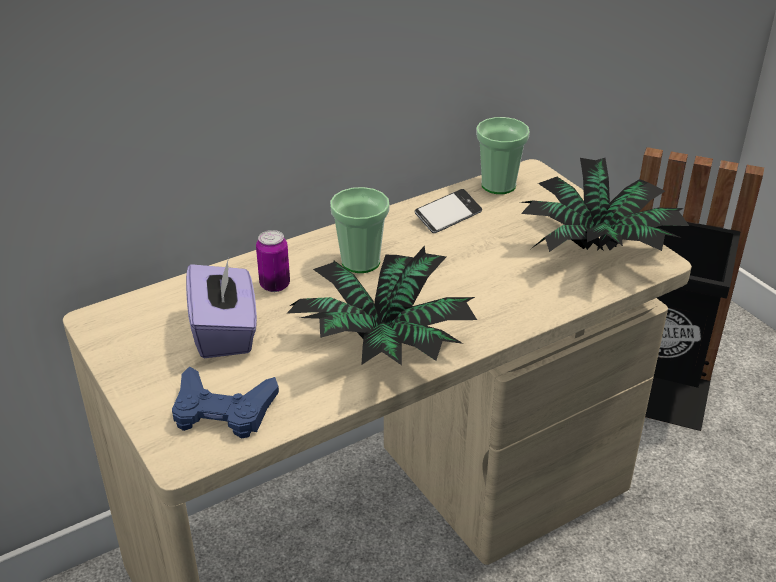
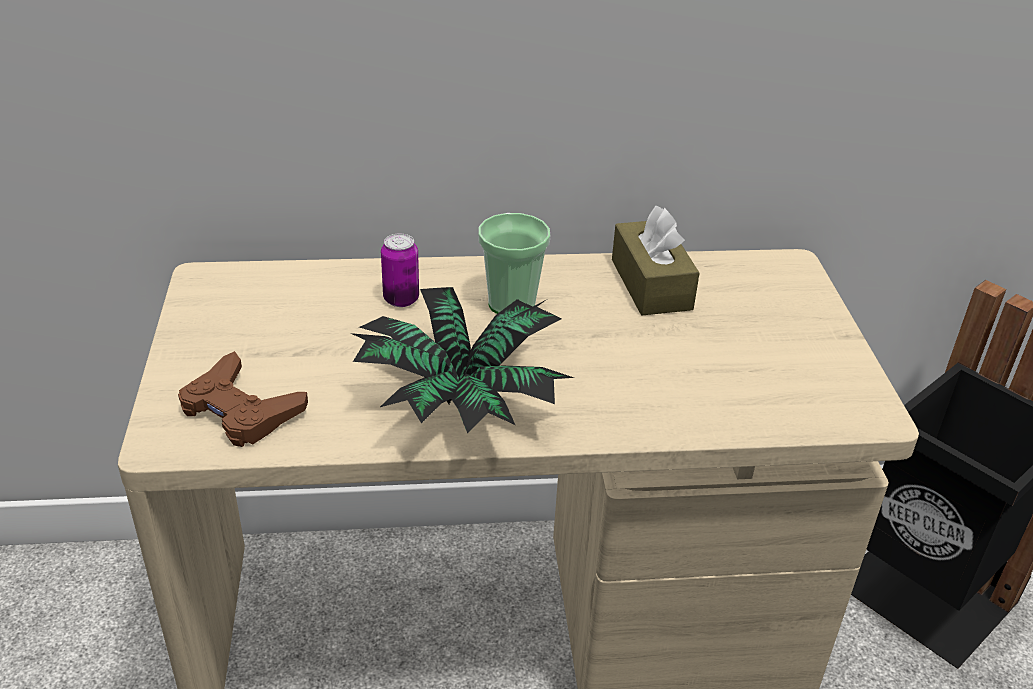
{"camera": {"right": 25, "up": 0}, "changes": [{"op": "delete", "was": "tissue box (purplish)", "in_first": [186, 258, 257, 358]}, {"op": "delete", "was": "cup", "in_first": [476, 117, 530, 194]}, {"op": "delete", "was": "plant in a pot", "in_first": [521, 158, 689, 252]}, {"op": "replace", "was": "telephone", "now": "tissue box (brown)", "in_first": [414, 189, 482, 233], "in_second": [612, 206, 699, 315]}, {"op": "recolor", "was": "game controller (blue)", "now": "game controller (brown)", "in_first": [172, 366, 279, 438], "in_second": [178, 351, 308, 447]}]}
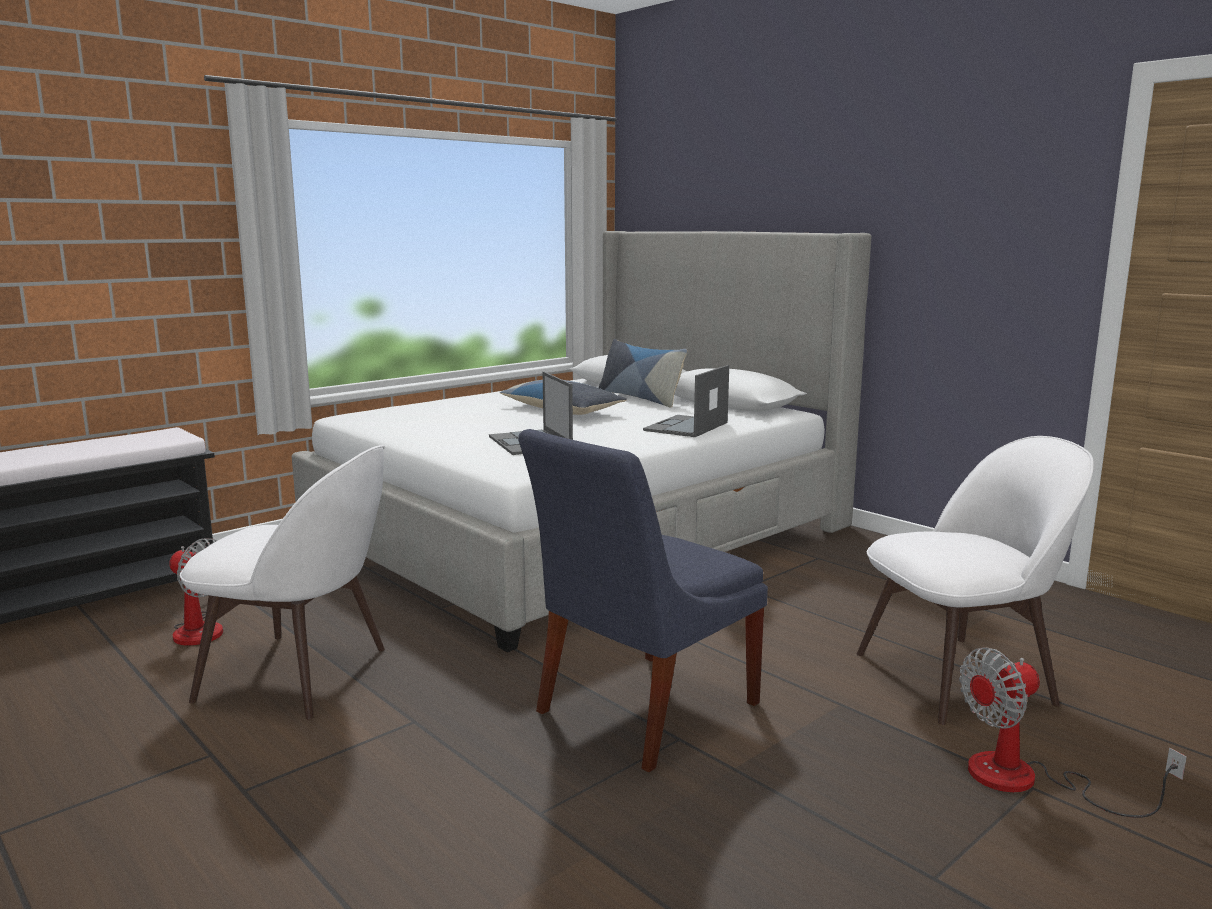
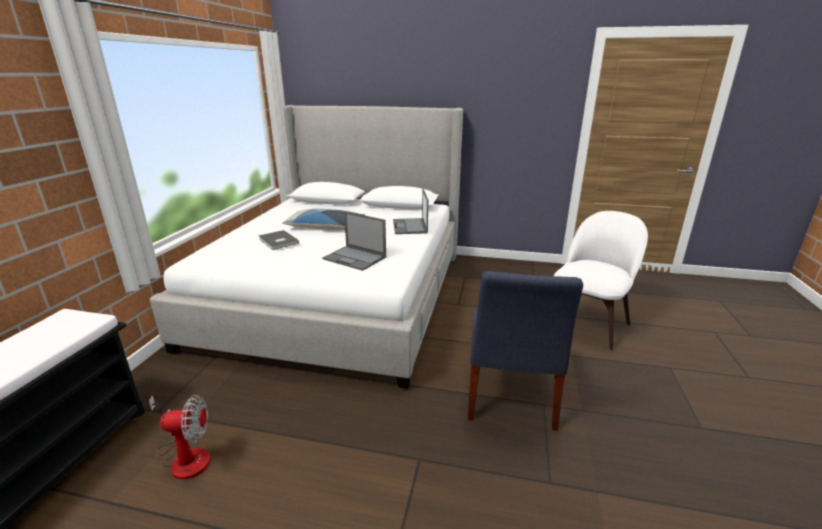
{"camera": {"right": -35, "up": 10}, "changes": [{"op": "delete", "was": "plain chair (whitish)", "in_first": [180, 445, 385, 719]}, {"op": "delete", "was": "pillow", "in_first": [598, 339, 687, 408]}, {"op": "delete", "was": "fan", "in_first": [959, 647, 1187, 818]}, {"op": "insert", "now": "bound book (grey)", "in_second": [258, 230, 299, 250]}]}
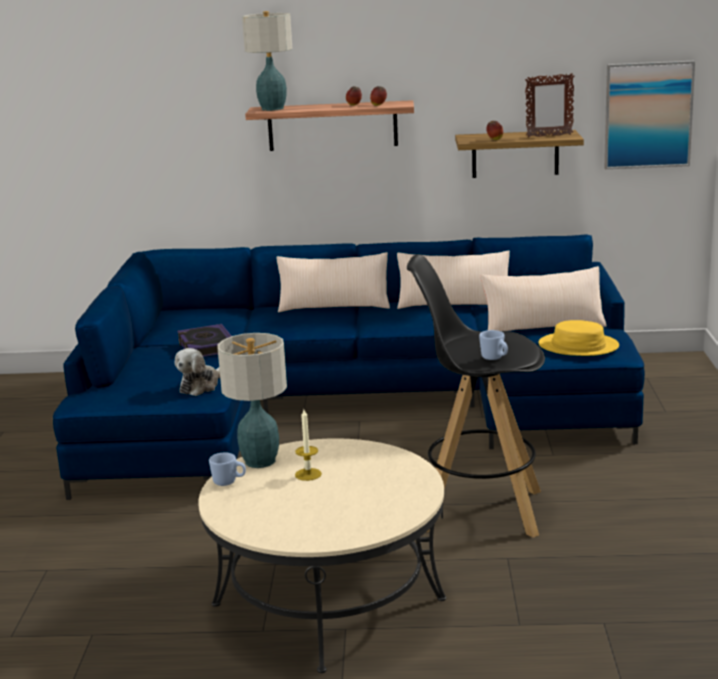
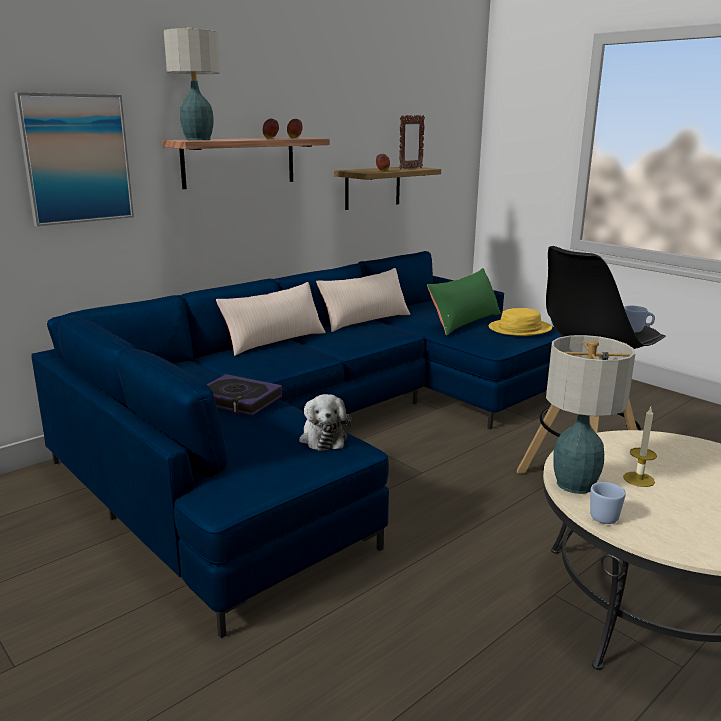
{"camera": {"right": -45, "up": 0}, "changes": [{"op": "move", "was": "wall art", "in_first": [604, 61, 695, 169], "in_second": [14, 92, 134, 226]}, {"op": "recolor", "was": "pillow (beige-coloured)", "now": "pillow (greenish)", "in_first": [481, 266, 607, 331], "in_second": [427, 268, 501, 336]}]}
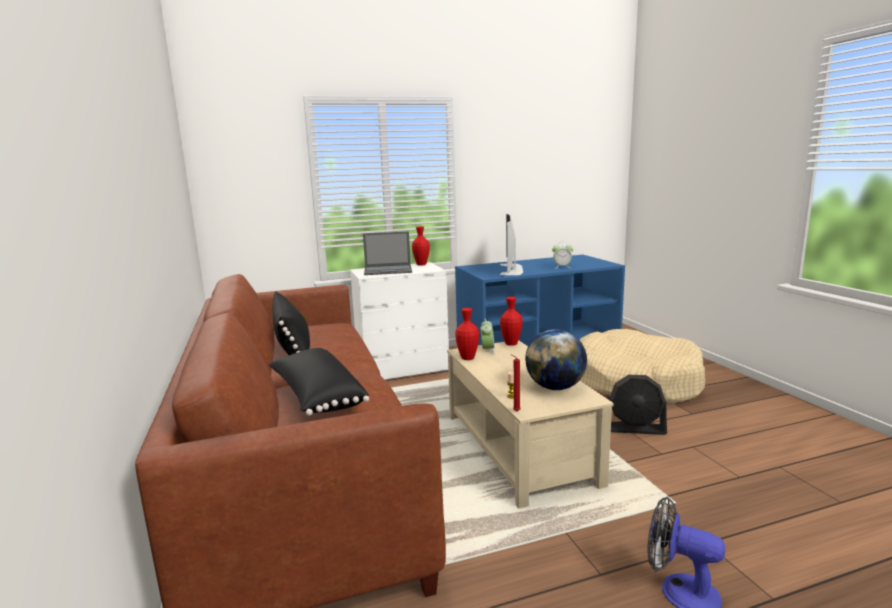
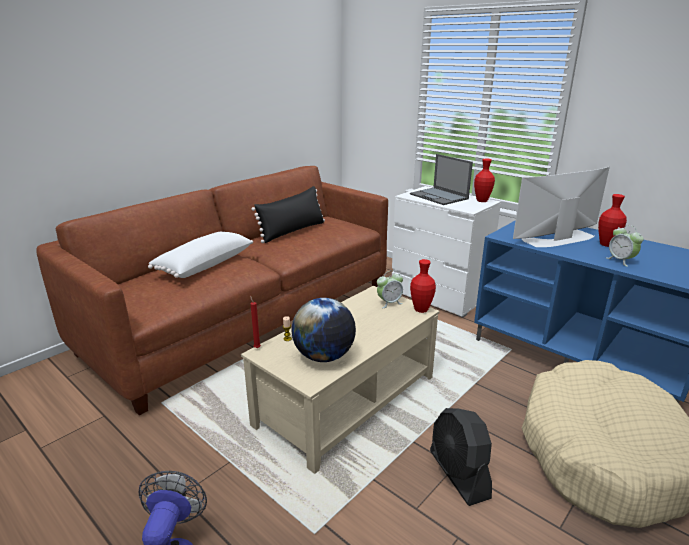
{"camera": {"right": 60, "up": 10}, "changes": [{"op": "move", "was": "decorative vase (red-coloured)", "in_first": [455, 308, 479, 360], "in_second": [598, 194, 627, 247]}, {"op": "recolor", "was": "pillow (black)", "now": "pillow (whitish)", "in_first": [268, 348, 369, 416], "in_second": [148, 231, 253, 278]}]}
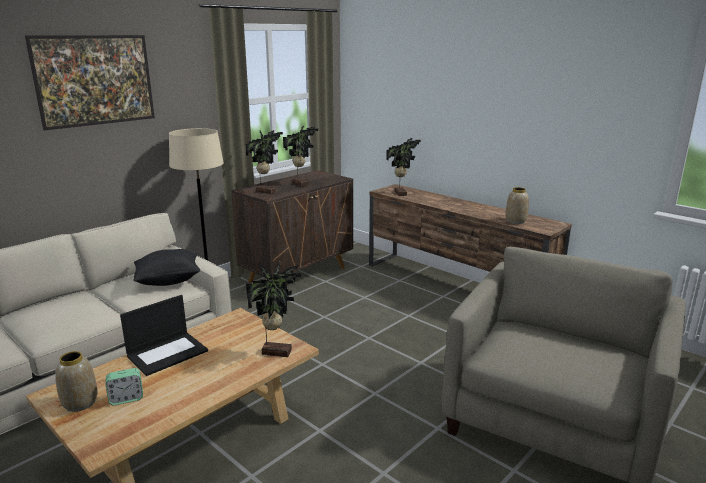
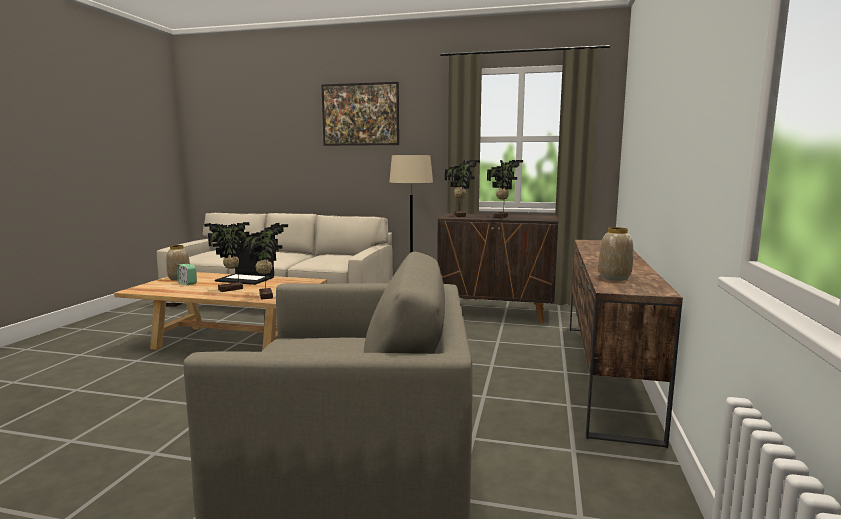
{"camera": {"right": 60, "up": -10}, "changes": [{"op": "delete", "was": "pillow (black)", "in_first": [133, 249, 200, 286]}, {"op": "move", "was": "plant in a pot", "in_first": [386, 138, 421, 196], "in_second": [204, 222, 249, 292]}]}
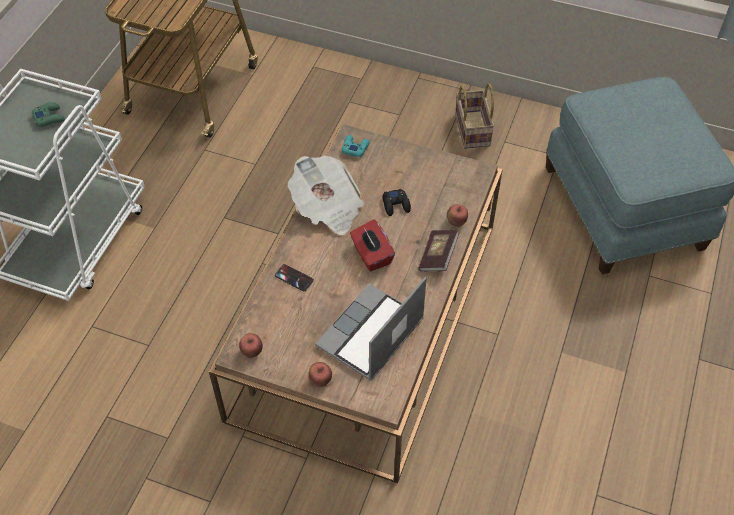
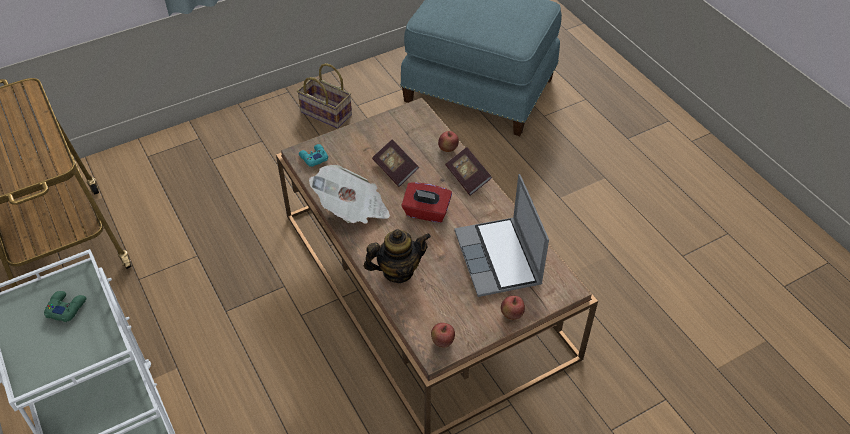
{"camera": {"right": -50, "up": -5}, "changes": [{"op": "replace", "was": "telephone", "now": "teapot", "in_first": [275, 264, 314, 291], "in_second": [364, 229, 431, 283]}, {"op": "replace", "was": "game controller (black)", "now": "bound book", "in_first": [382, 189, 411, 216], "in_second": [372, 140, 419, 187]}]}
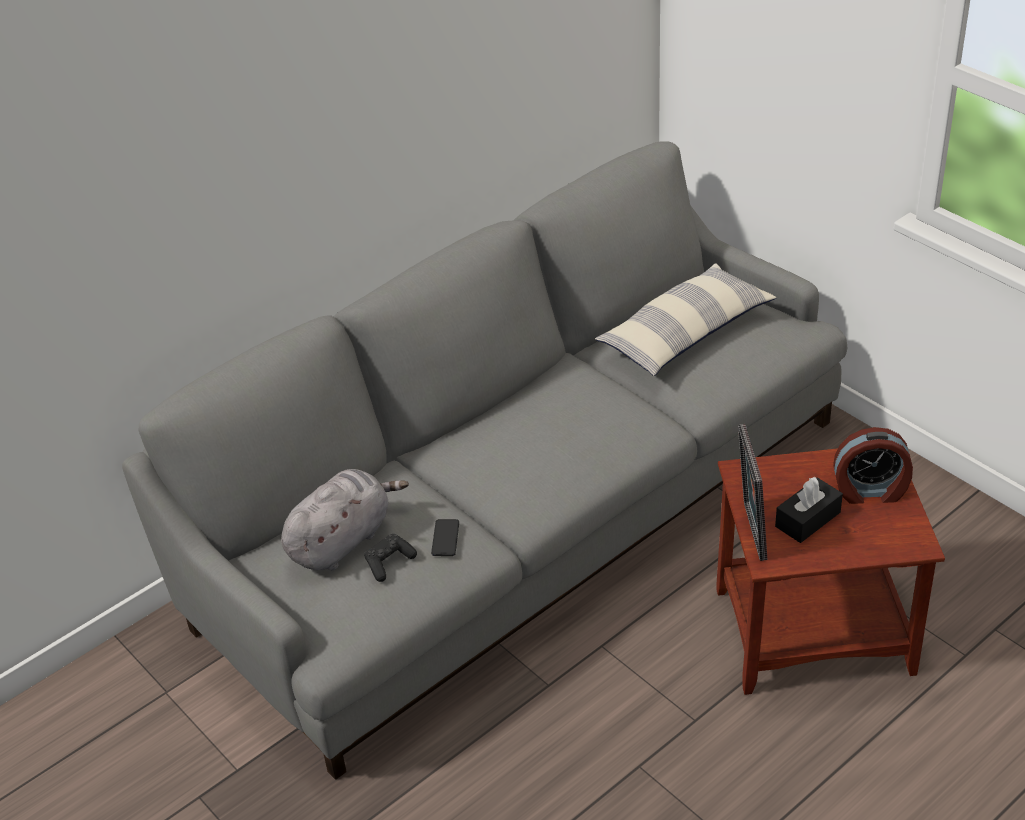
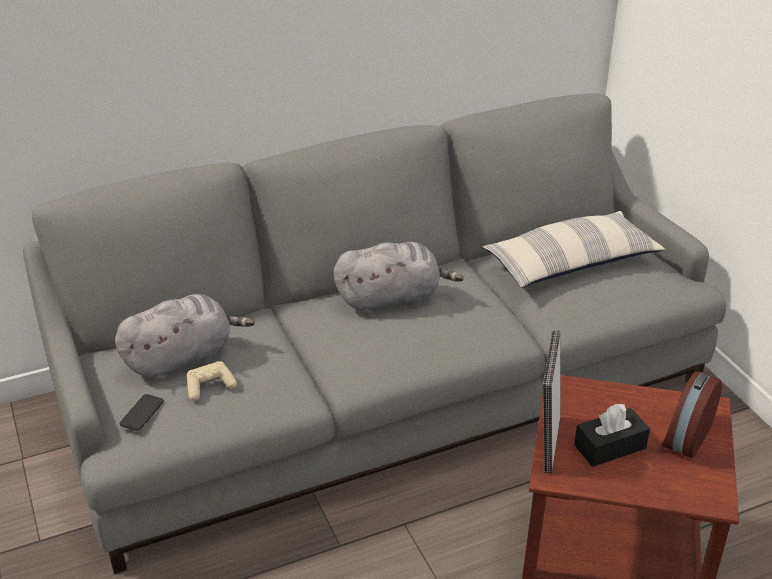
{"camera": {"right": 15, "up": -5}, "changes": [{"op": "insert", "now": "cuddly toy (grey)", "in_second": [333, 242, 464, 315]}, {"op": "move", "was": "telephone", "in_first": [431, 519, 459, 556], "in_second": [120, 394, 164, 431]}, {"op": "recolor", "was": "game controller (black)", "now": "game controller (beige-coloured)", "in_first": [364, 534, 417, 582], "in_second": [187, 361, 237, 401]}, {"op": "rotate", "was": "alarm clock", "in_first": [833, 427, 913, 504], "in_second": [661, 371, 722, 458], "clockwise": 105}]}
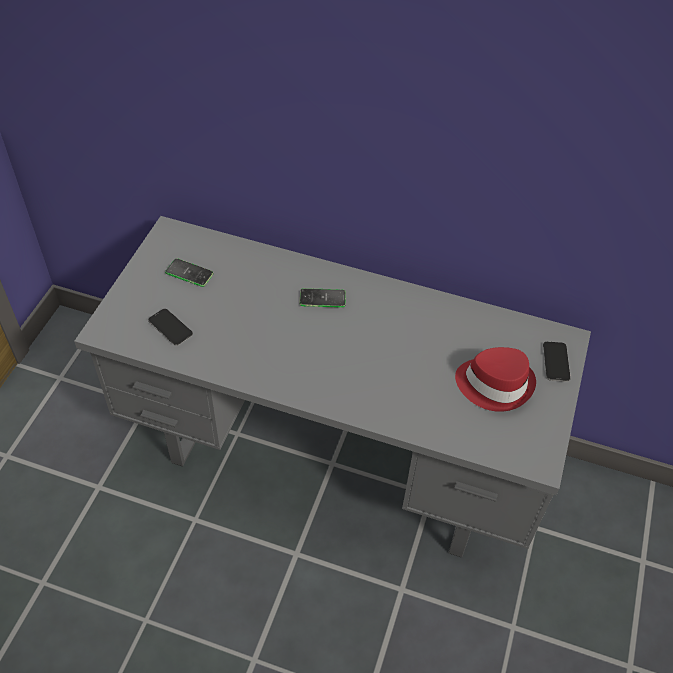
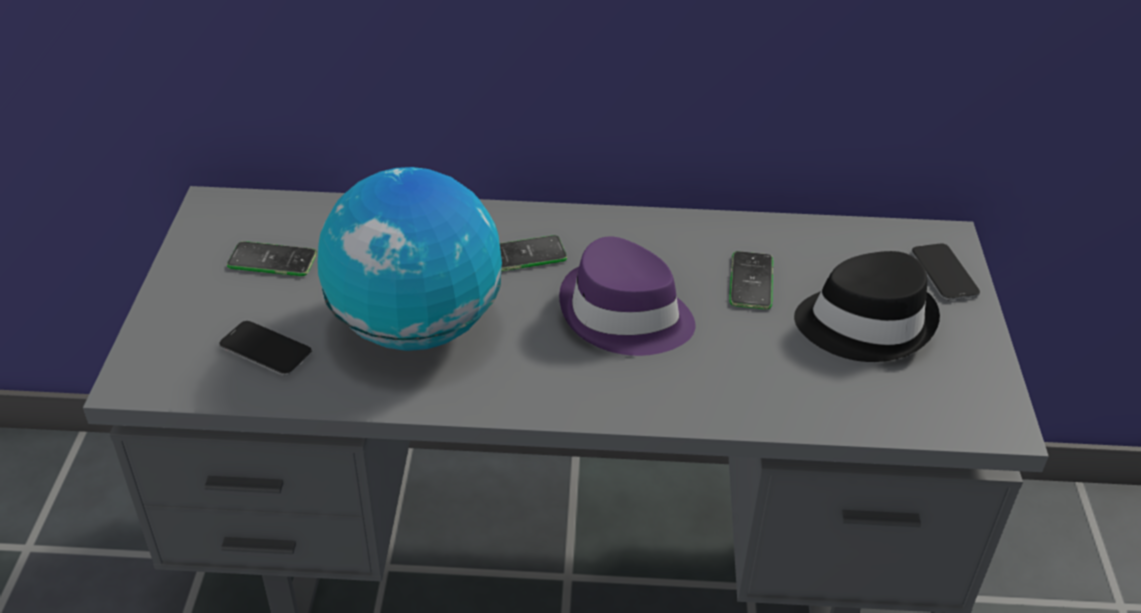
{"camera": {"right": -15, "up": -10}, "changes": [{"op": "insert", "now": "desk globe", "in_second": [318, 167, 502, 351]}, {"op": "insert", "now": "hat (purplish)", "in_second": [559, 237, 695, 356]}, {"op": "insert", "now": "telephone", "in_second": [729, 251, 773, 309]}, {"op": "recolor", "was": "hat (red-coloured)", "now": "hat (black)", "in_first": [455, 347, 536, 412], "in_second": [794, 251, 940, 362]}]}
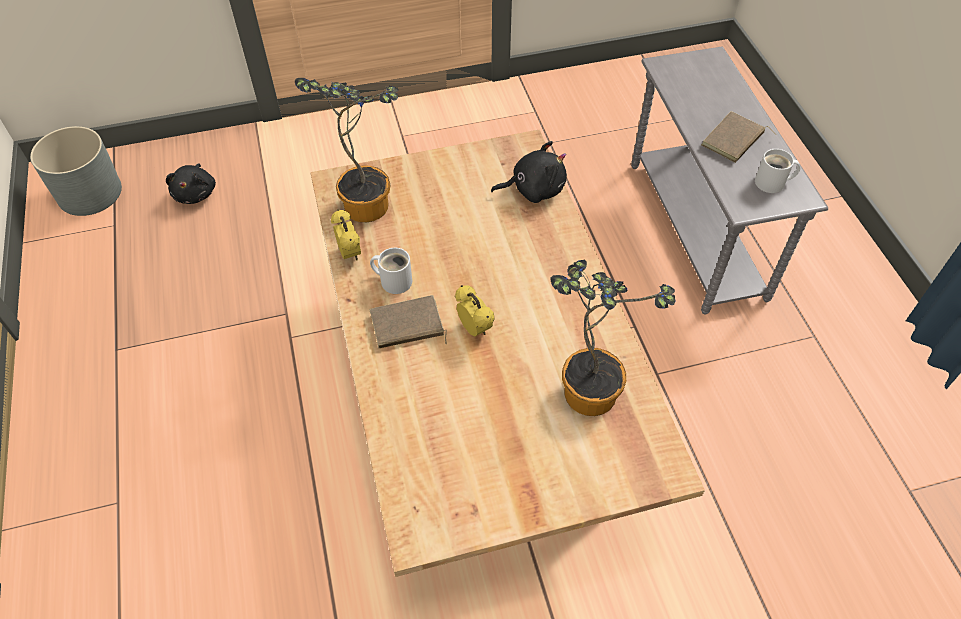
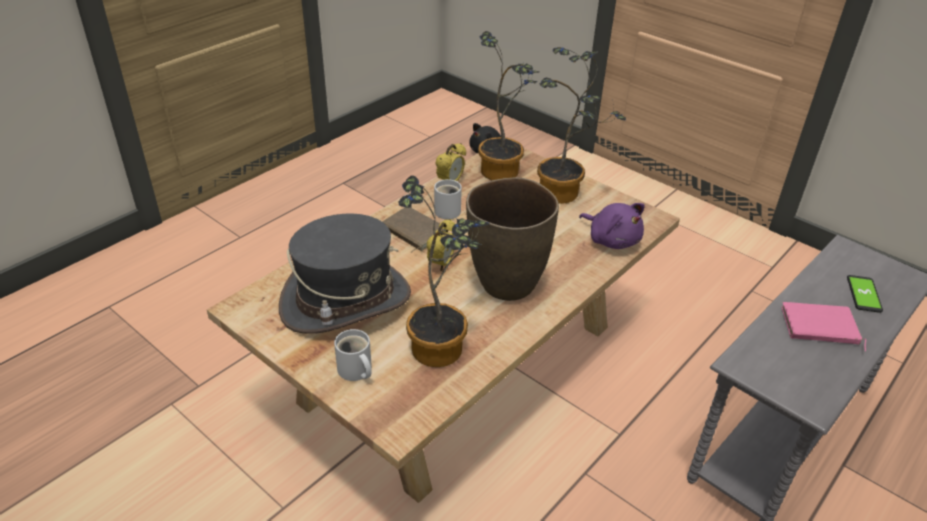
{"camera": {"right": 55, "up": -15}, "changes": [{"op": "delete", "was": "flower pot (grey)", "in_first": [30, 126, 122, 216]}, {"op": "insert", "now": "hat (grey)", "in_second": [279, 214, 411, 334]}, {"op": "insert", "now": "decorative vase (brown)", "in_second": [466, 177, 559, 301]}, {"op": "insert", "now": "plant in a pot", "in_second": [537, 47, 626, 204]}, {"op": "insert", "now": "telephone", "in_second": [847, 275, 883, 313]}, {"op": "move", "was": "mug (whitish)", "in_first": [755, 149, 800, 193], "in_second": [334, 329, 372, 381]}, {"op": "recolor", "was": "cuddly toy (black)", "now": "cuddly toy (purplish)", "in_first": [491, 141, 567, 203], "in_second": [579, 203, 645, 249]}, {"op": "recolor", "was": "bound book (brown)", "now": "bound book (pink-coloured)", "in_first": [701, 111, 777, 163], "in_second": [782, 302, 866, 351]}]}
